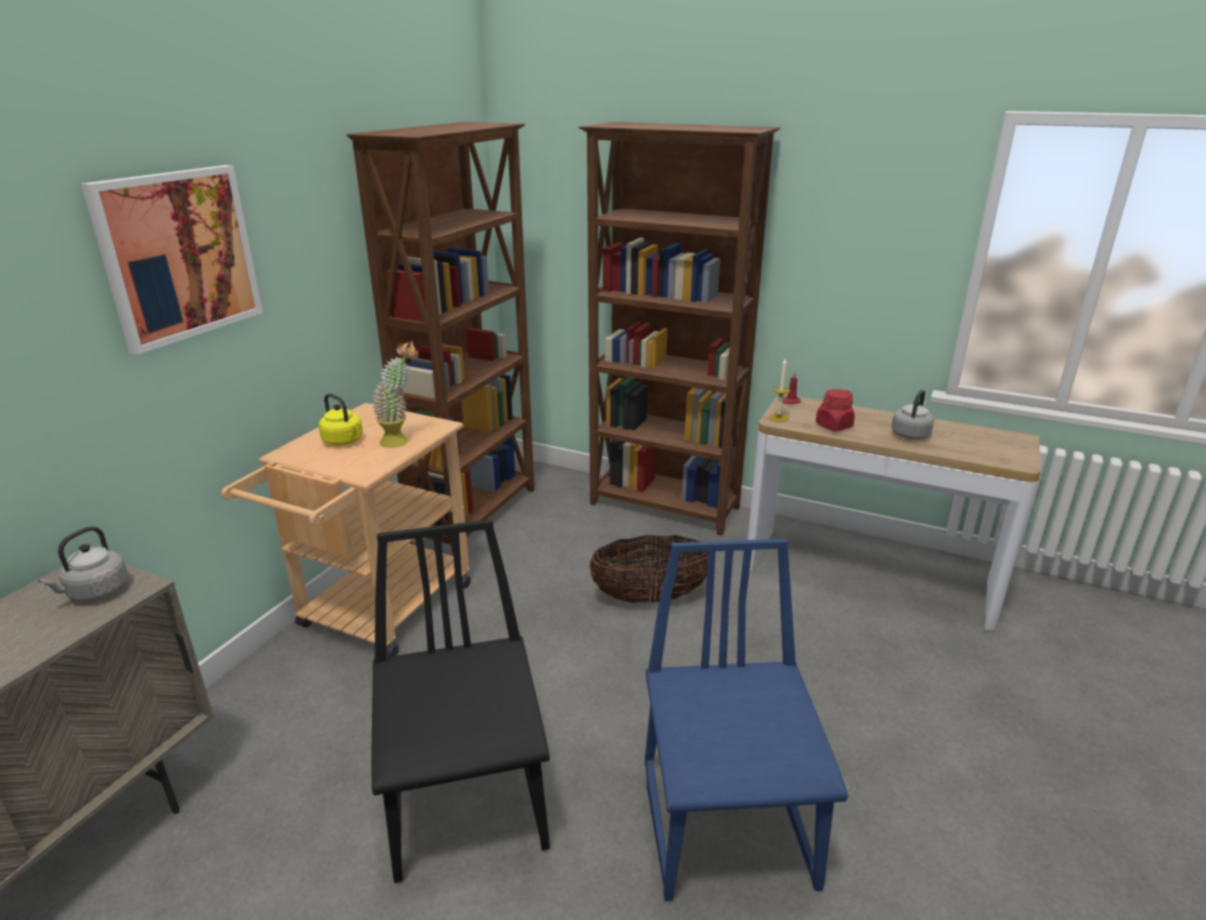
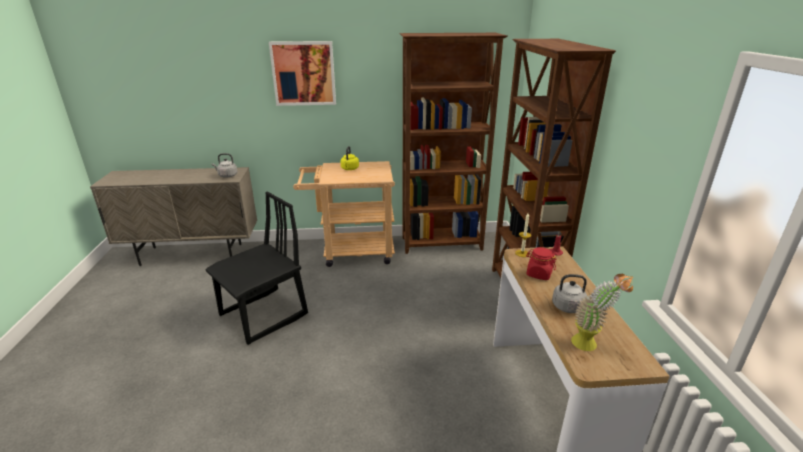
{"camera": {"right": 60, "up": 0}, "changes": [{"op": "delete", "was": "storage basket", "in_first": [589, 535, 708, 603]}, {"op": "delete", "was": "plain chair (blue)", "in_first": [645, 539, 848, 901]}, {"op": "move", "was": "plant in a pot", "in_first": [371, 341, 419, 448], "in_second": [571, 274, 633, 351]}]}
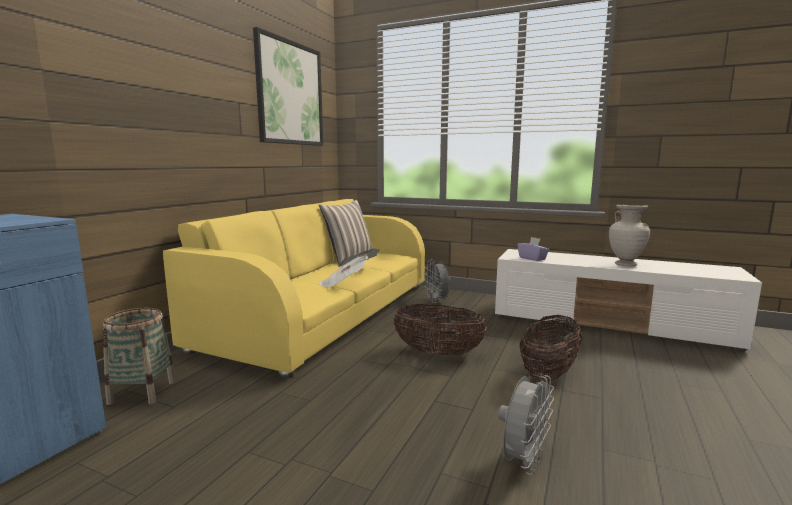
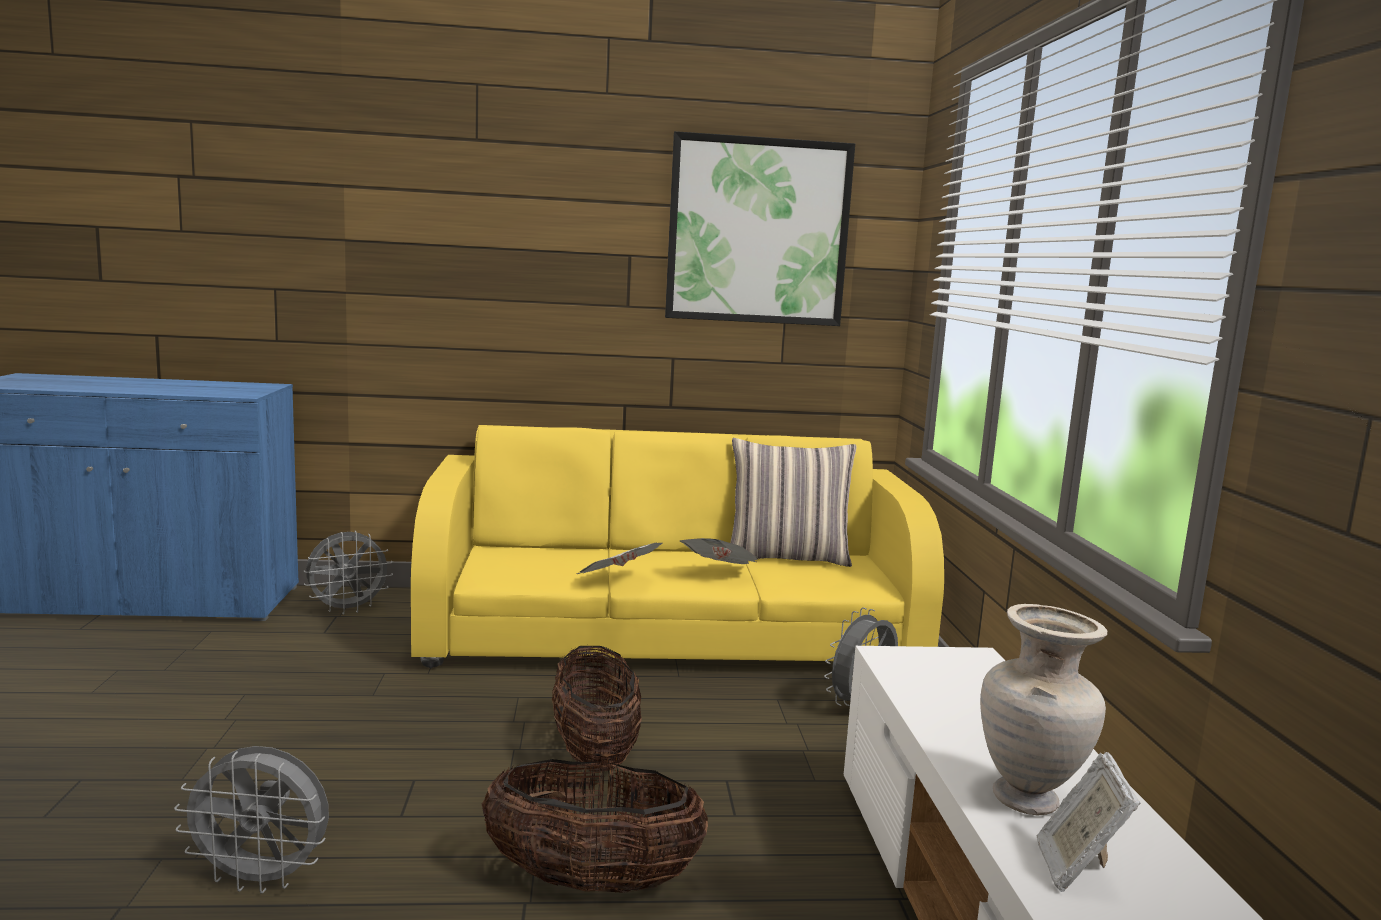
{"camera": {"right": 60, "up": 0}, "changes": [{"op": "delete", "was": "tissue box (purplish)", "in_first": [517, 237, 549, 261]}, {"op": "insert", "now": "photo frame", "in_second": [1037, 752, 1140, 892]}, {"op": "replace", "was": "storage basket", "now": "fan (grey)", "in_first": [103, 308, 176, 405], "in_second": [304, 531, 393, 615]}]}
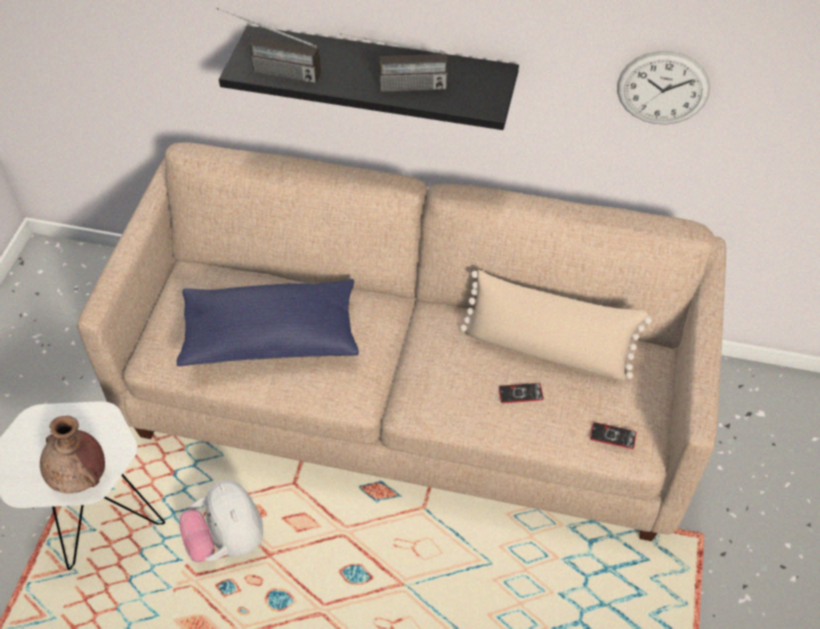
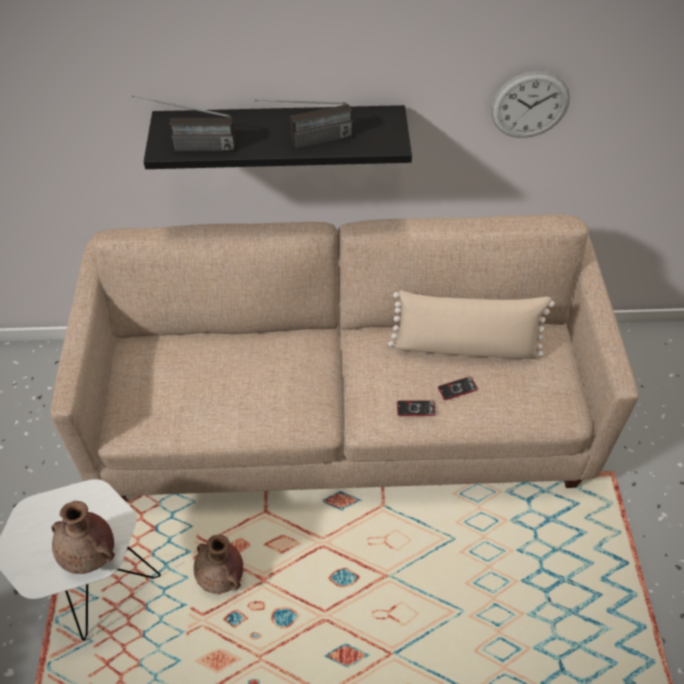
{"camera": {"right": -15, "up": 0}, "changes": [{"op": "delete", "was": "pillow (blue)", "in_first": [177, 279, 359, 366]}, {"op": "move", "was": "telephone", "in_first": [590, 422, 636, 449], "in_second": [397, 400, 435, 416]}, {"op": "replace", "was": "cuddly toy", "now": "decorative vase (brown)", "in_first": [179, 480, 263, 562], "in_second": [193, 534, 243, 594]}]}
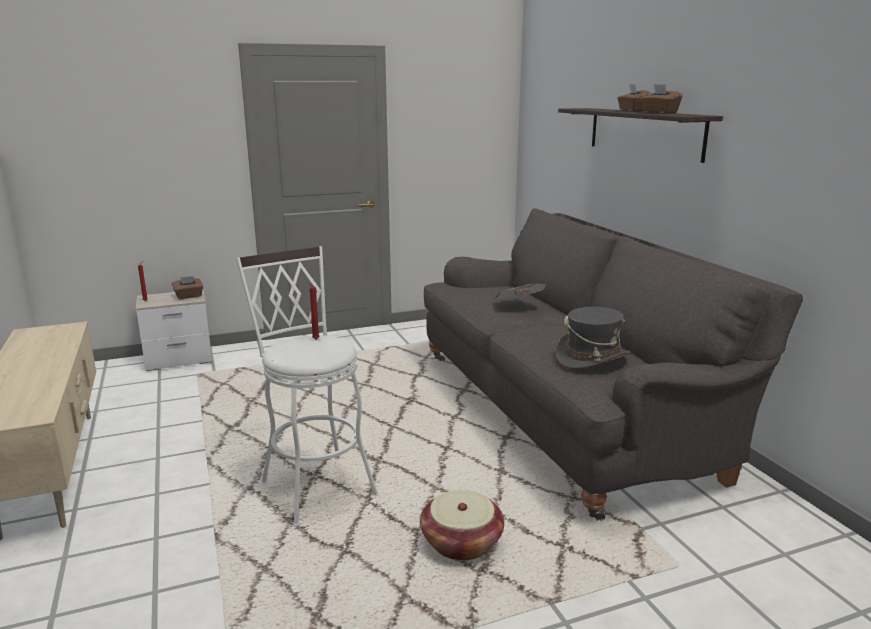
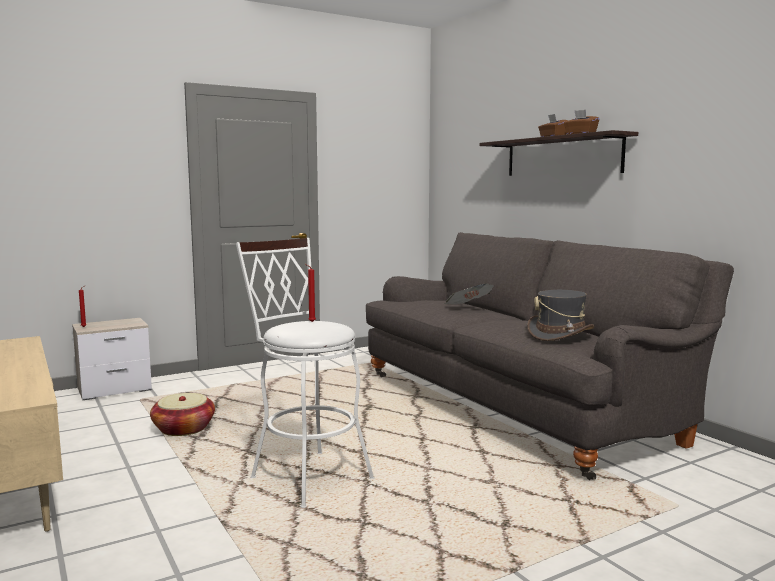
{"camera": {"right": -10, "up": -10}, "changes": [{"op": "delete", "was": "tissue box (brown)", "in_first": [172, 276, 203, 299]}, {"op": "move", "was": "storage basket", "in_first": [420, 490, 504, 561], "in_second": [150, 393, 215, 436]}]}
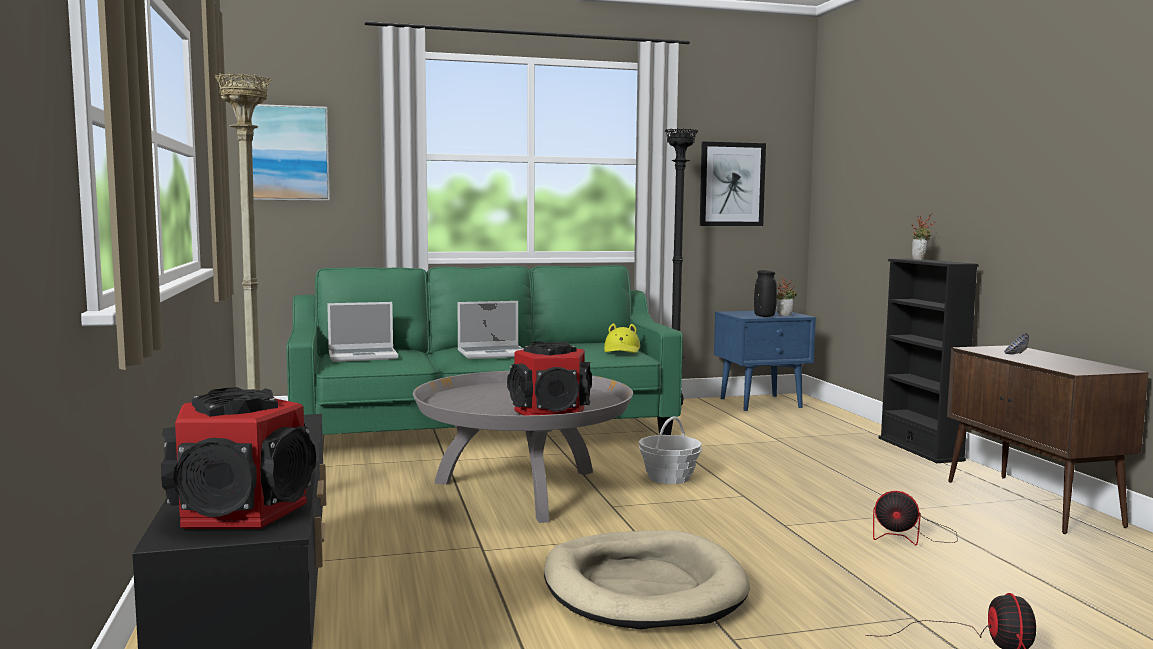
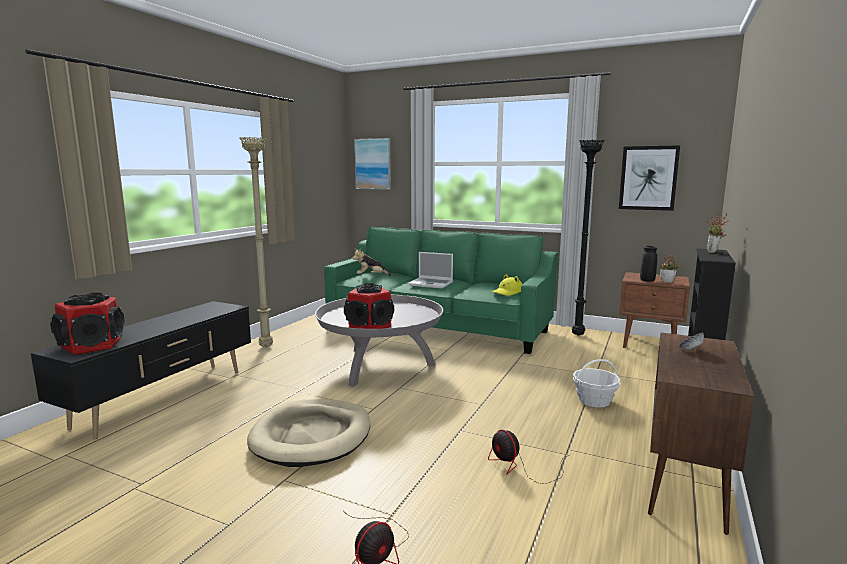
{"camera": {"right": 40, "up": 5}, "changes": [{"op": "move", "was": "storage basket", "in_first": [639, 416, 702, 484], "in_second": [573, 359, 620, 408]}, {"op": "replace", "was": "notebook computer", "now": "cuddly toy", "in_first": [327, 302, 398, 362], "in_second": [353, 248, 392, 276]}, {"op": "recolor", "was": "night table (blue)", "now": "night table (brown)", "in_first": [714, 310, 816, 411], "in_second": [619, 272, 690, 348]}]}
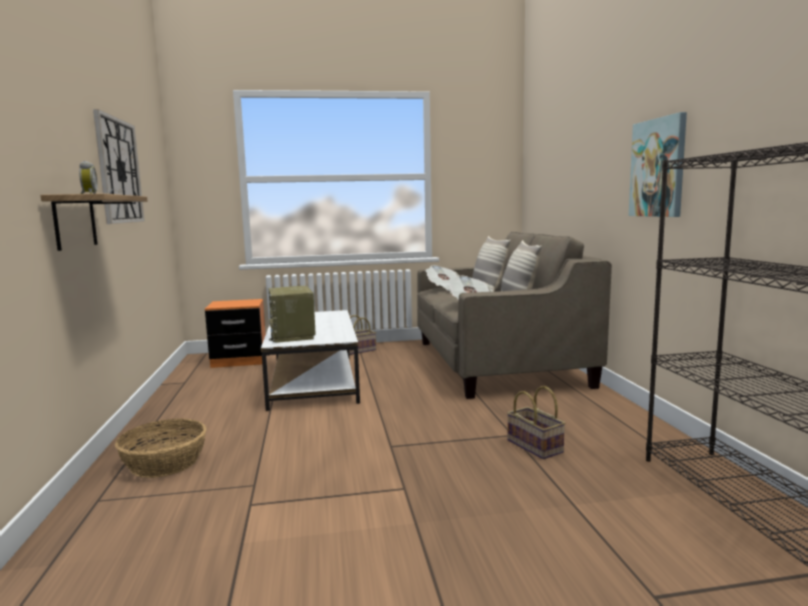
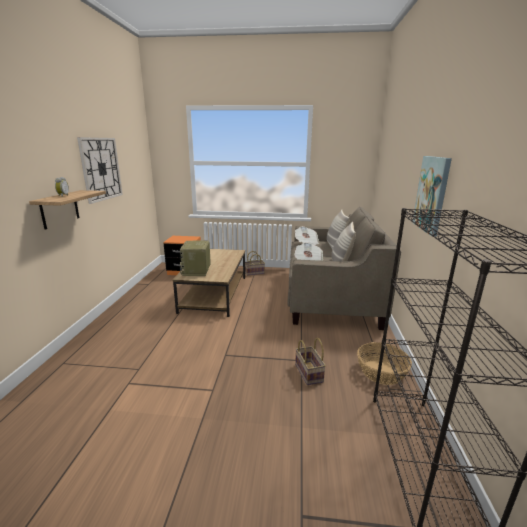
{"camera": {"right": 15, "up": 10}, "changes": [{"op": "move", "was": "storage basket", "in_first": [115, 418, 206, 478], "in_second": [357, 342, 412, 385]}, {"op": "recolor", "was": "low table (whitish)", "now": "low table (brown)", "in_first": [261, 310, 360, 411], "in_second": [173, 249, 245, 317]}]}
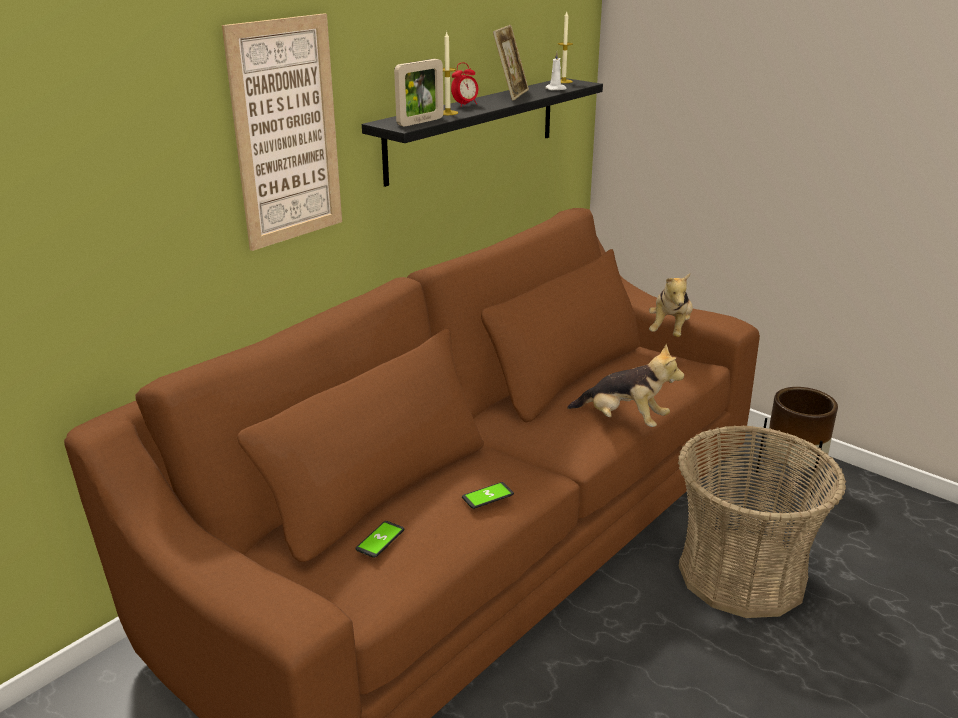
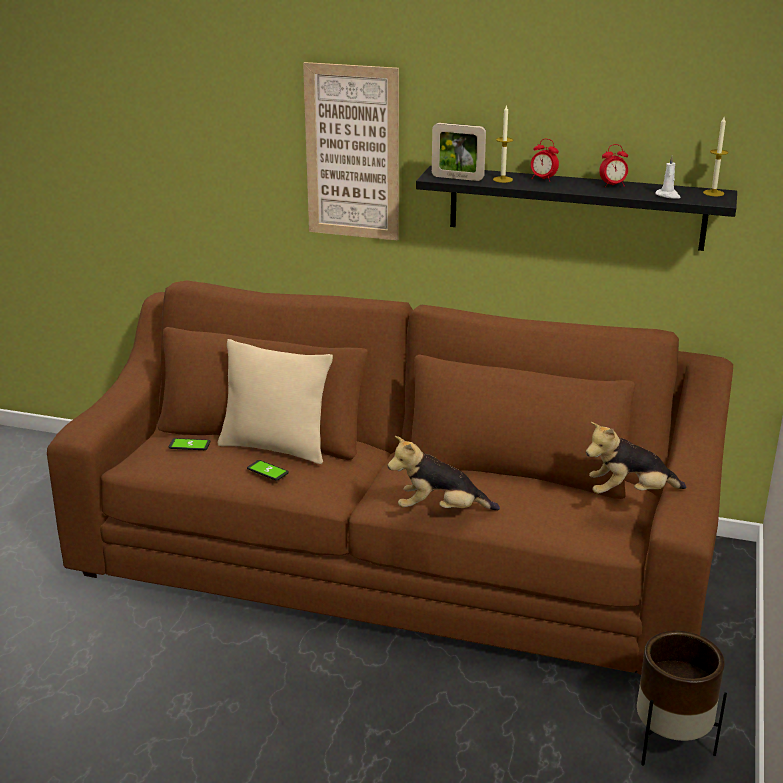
{"camera": {"right": 65, "up": 0}, "changes": [{"op": "delete", "was": "storage basket", "in_first": [678, 425, 846, 618]}, {"op": "insert", "now": "pillow (beige-coloured)", "in_second": [218, 339, 333, 464]}, {"op": "replace", "was": "photo frame", "now": "alarm clock", "in_first": [493, 25, 529, 101], "in_second": [599, 144, 628, 187]}, {"op": "rotate", "was": "cuddly toy", "in_first": [567, 344, 684, 427], "in_second": [388, 436, 500, 510], "clockwise": 90}]}
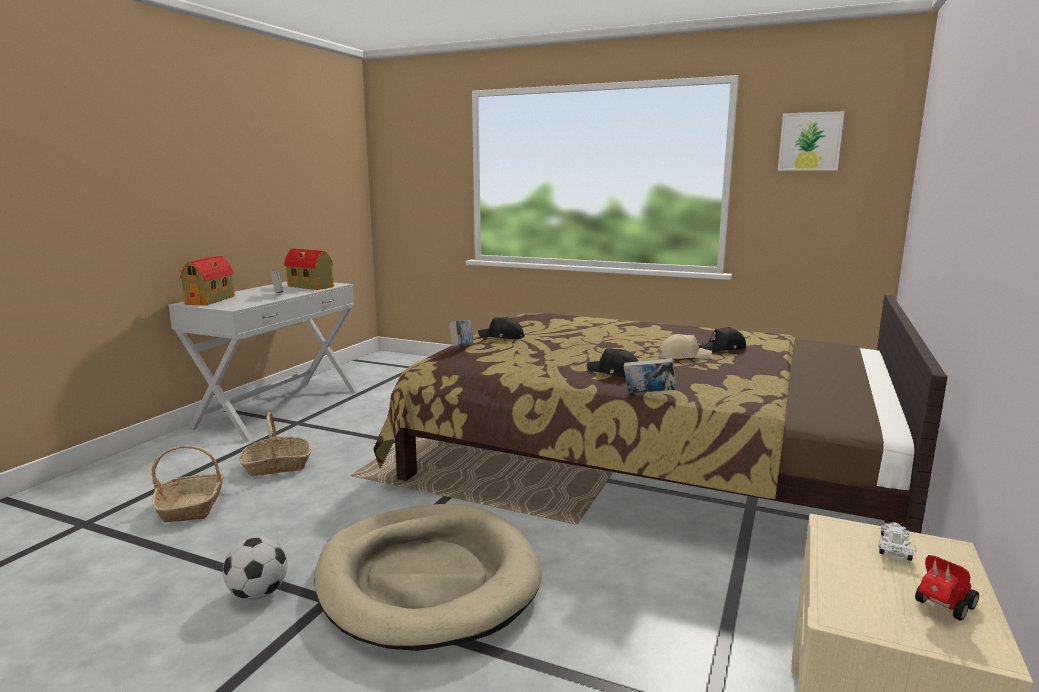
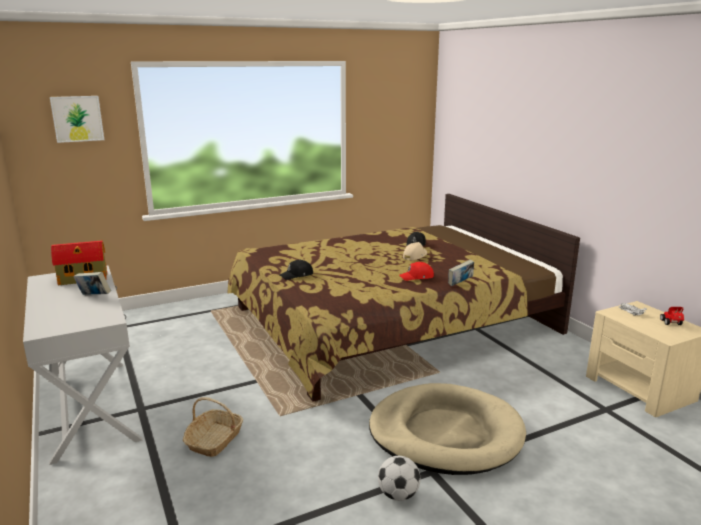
{"camera": {"right": -50, "up": 5}, "changes": [{"op": "delete", "was": "storage basket", "in_first": [152, 445, 224, 523]}, {"op": "delete", "was": "model house", "in_first": [180, 256, 235, 305]}, {"op": "delete", "was": "bound book", "in_first": [449, 320, 473, 347]}, {"op": "move", "was": "wall art", "in_first": [778, 111, 844, 171], "in_second": [50, 96, 104, 143]}, {"op": "recolor", "was": "cap (black)", "now": "cap (red-coloured)", "in_first": [587, 348, 638, 377], "in_second": [399, 262, 434, 281]}]}
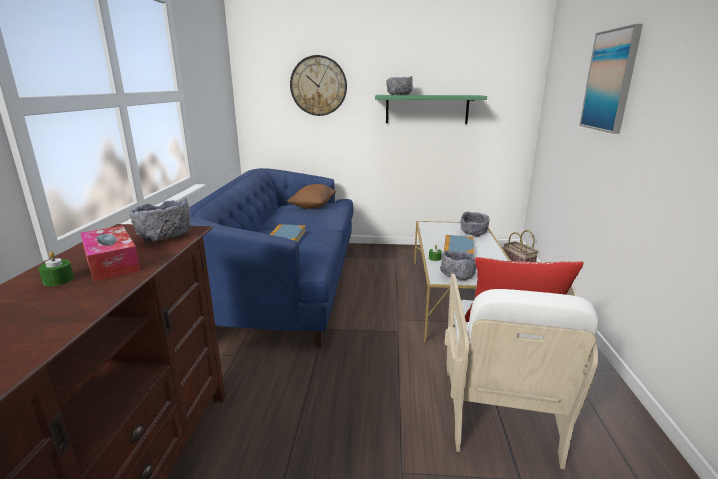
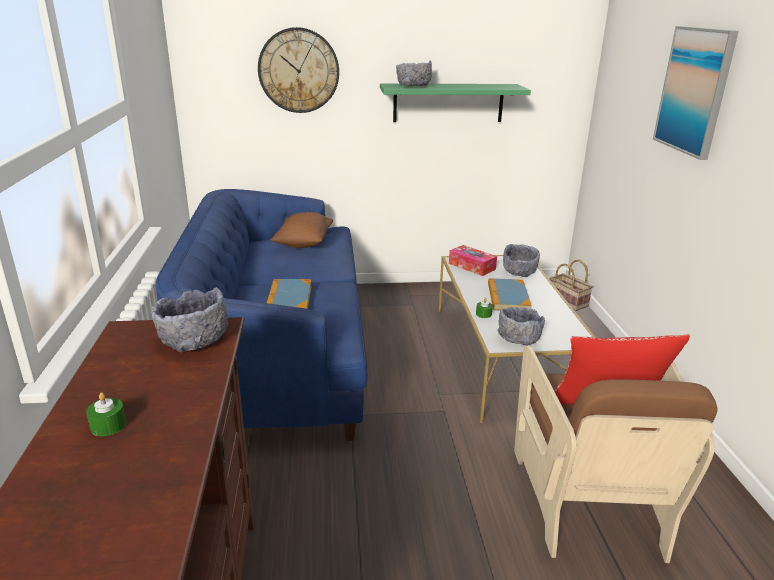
{"camera": {"right": -10, "up": 5}, "changes": [{"op": "move", "was": "tissue box", "in_first": [80, 226, 141, 282], "in_second": [449, 245, 497, 276]}, {"op": "recolor", "was": "armchair (whitish)", "now": "armchair (brown)", "in_first": [445, 274, 599, 470], "in_second": [514, 346, 718, 563]}]}
